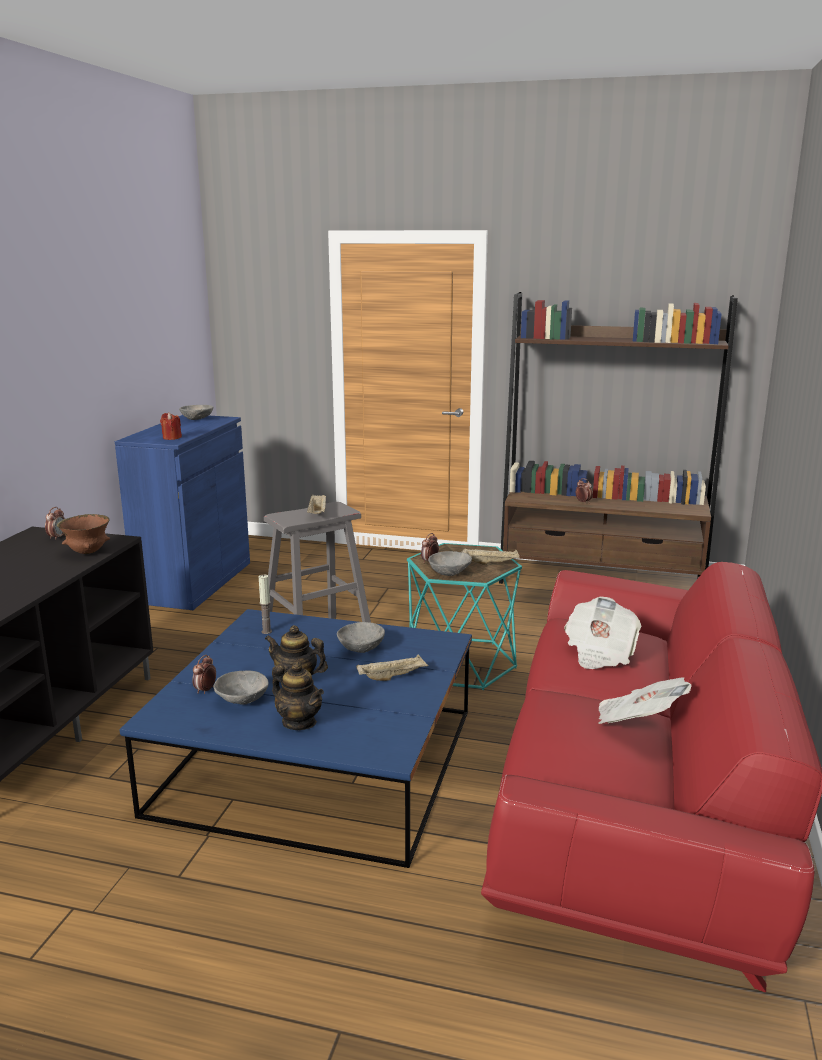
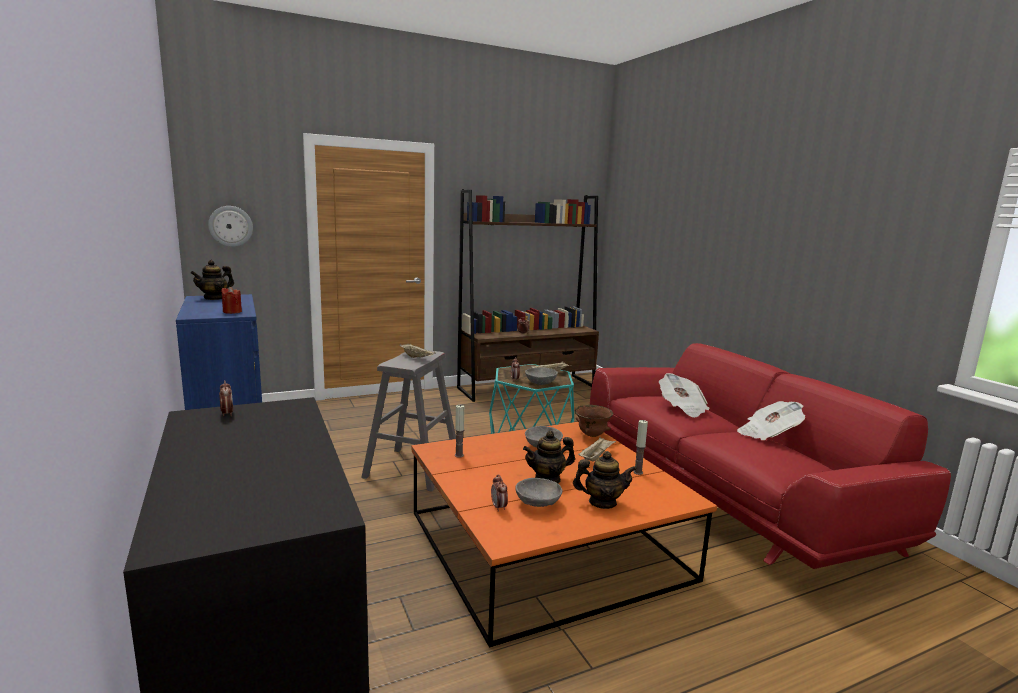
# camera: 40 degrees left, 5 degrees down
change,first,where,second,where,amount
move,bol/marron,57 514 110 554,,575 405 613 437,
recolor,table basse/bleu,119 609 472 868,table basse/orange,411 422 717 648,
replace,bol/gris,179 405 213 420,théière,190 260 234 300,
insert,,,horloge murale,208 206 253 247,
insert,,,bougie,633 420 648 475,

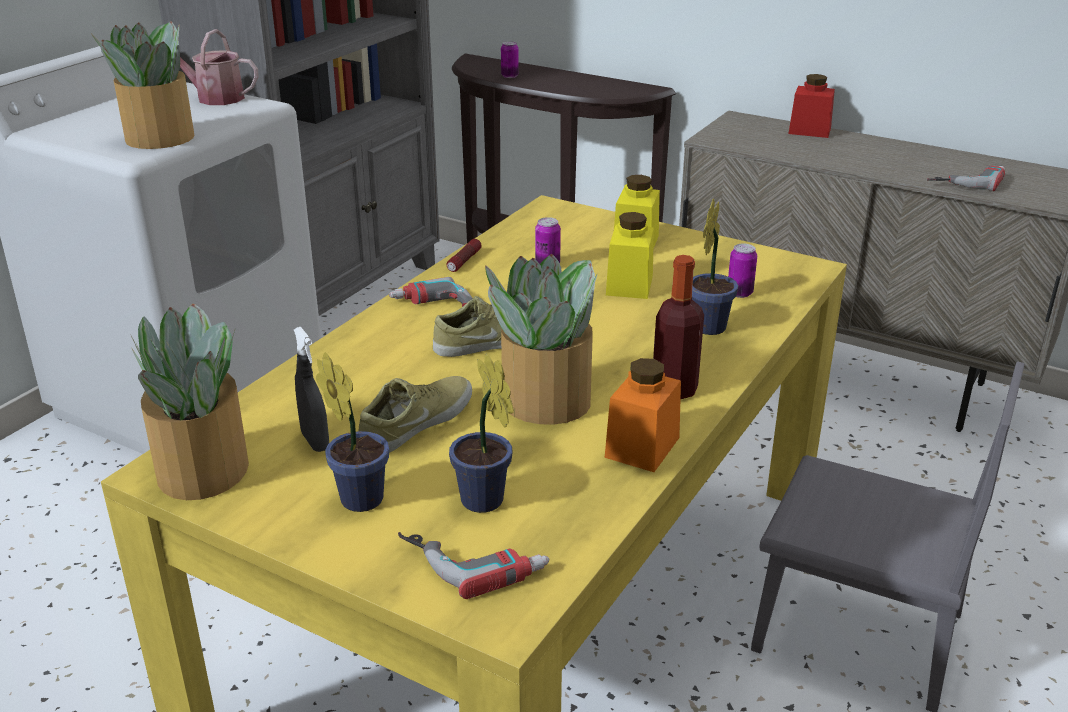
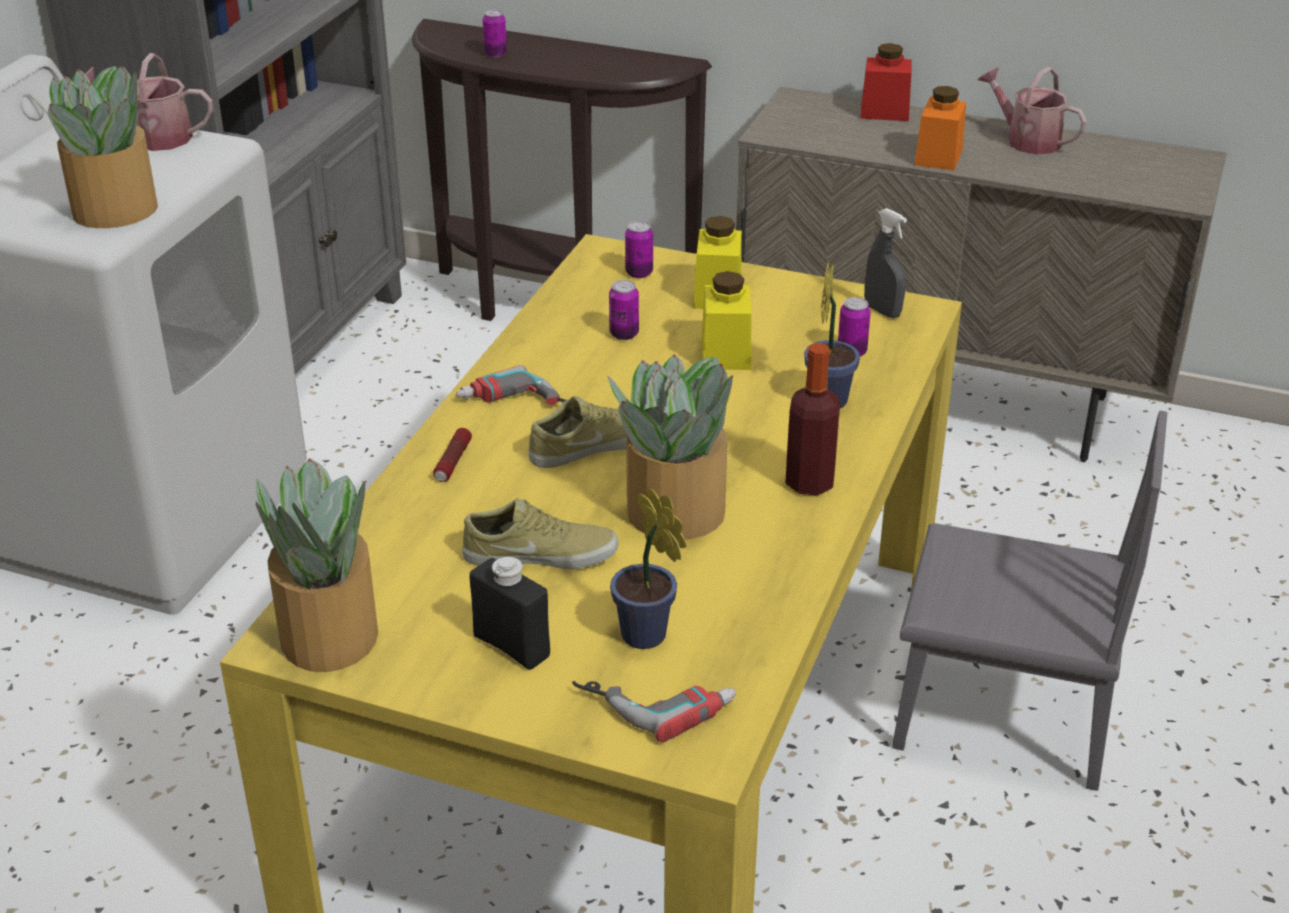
# camera: 10 degrees left, 5 degrees up
change,first,where,second,where,amount
move,vaporisateur/gris,294 327 329 452,,864 208 907 318,
replace,plante en pot,316 352 389 512,bouteille/noir,470 557 550 670,
rotate,chaussure/beige,358 376 472 453,,462 498 619 569,60 degrees clockwise
move,lampe de poche,447 239 482 272,,433 428 472 482,
move,bocal/orange,605 358 681 472,,915 86 966 171,
delete,perceuse,927 166 1005 191,,,
insert,,,boîte métallique,625 221 653 278,
insert,,,arrosoir,978 67 1087 154,

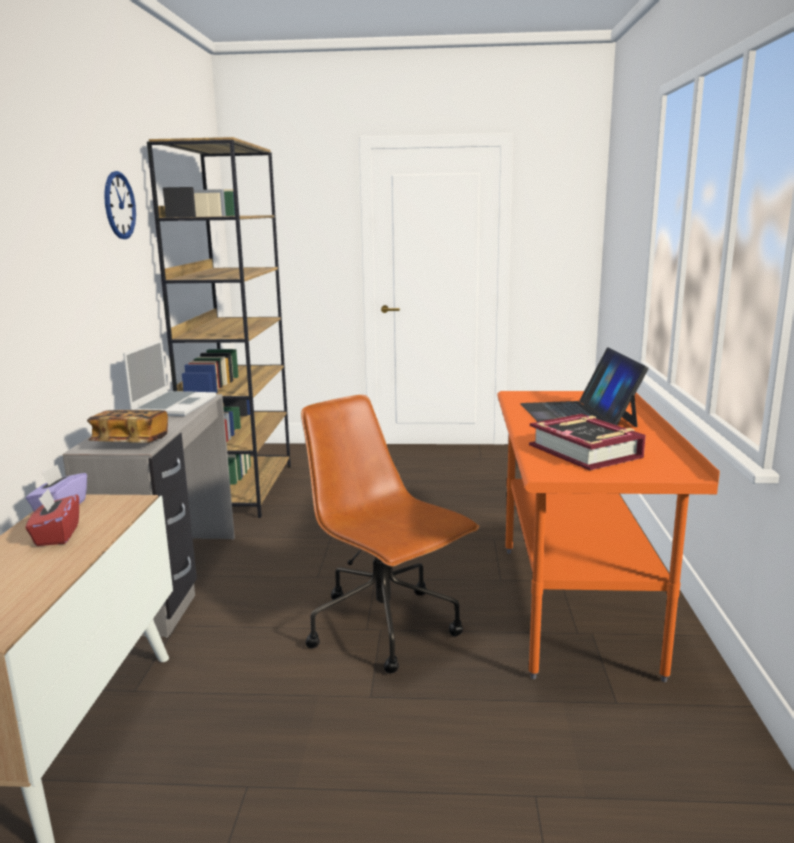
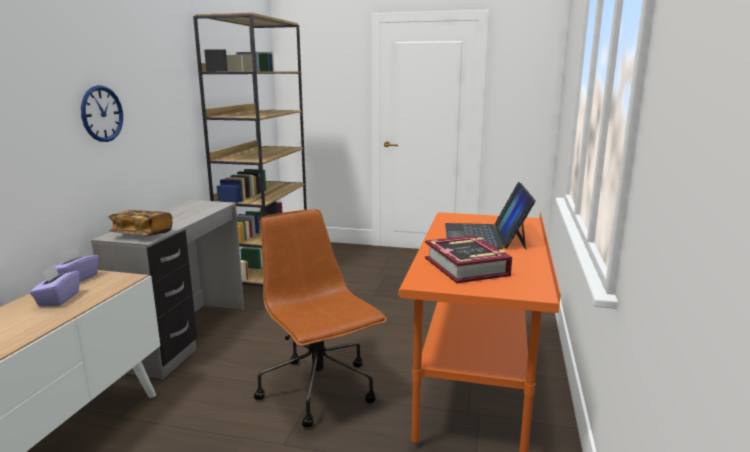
# camera: 10 degrees right, 0 degrees up
change,first,where,second,where,amount
recolor,boîte à mouchoirs/rouge,25 489 79 546,boîte à mouchoirs/violet,30 265 80 306,
move,horloge murale,104 171 136 239,,81 85 123 142,
delete,ordinateur portable,123 340 216 416,,,

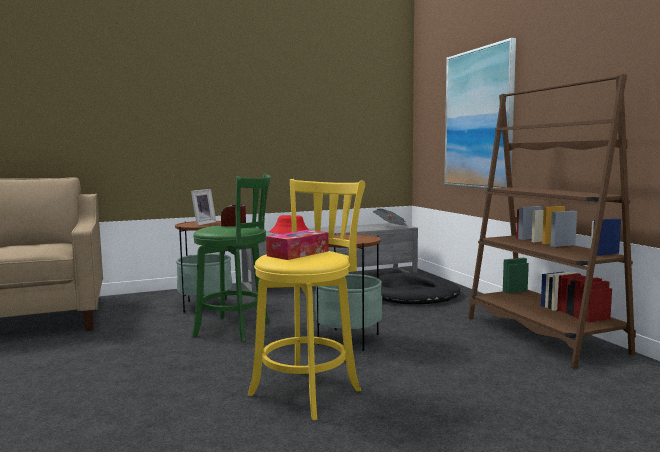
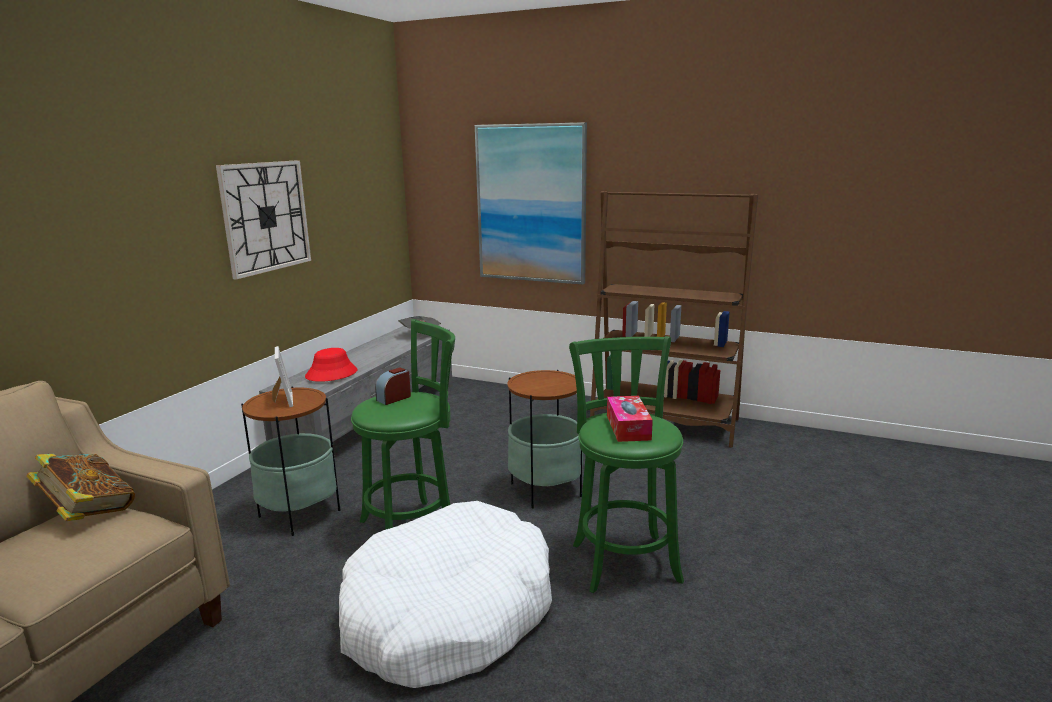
# camera: 45 degrees left, 10 degrees up
change,first,where,second,where,amount
recolor,tabouret/jaune,248 179 365 420,tabouret/vert,569 336 684 593,
delete,panier pour chien/noir,376 272 461 304,,,
insert,,,livre,26 454 135 521,
insert,,,horloge murale,216 160 311 280,
insert,,,panier pour chien/blanc,339 501 552 688,

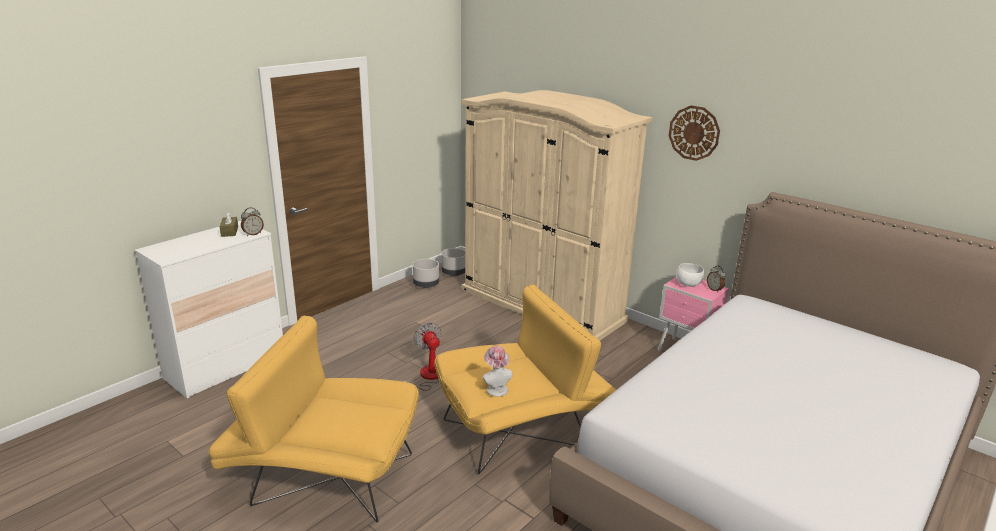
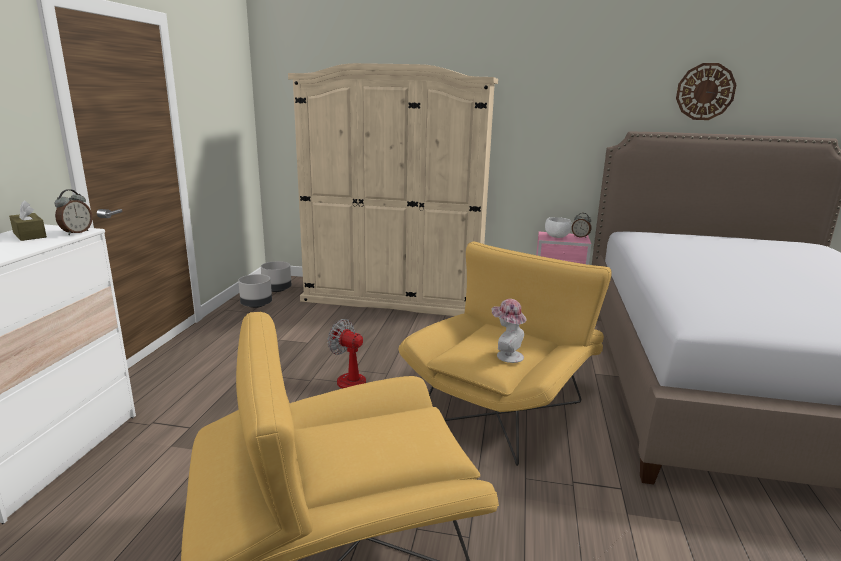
# camera: 30 degrees left, 5 degrees down
change,first,where,second,where,amount
move,horloge murale,669 105 720 161,,676 63 736 120,

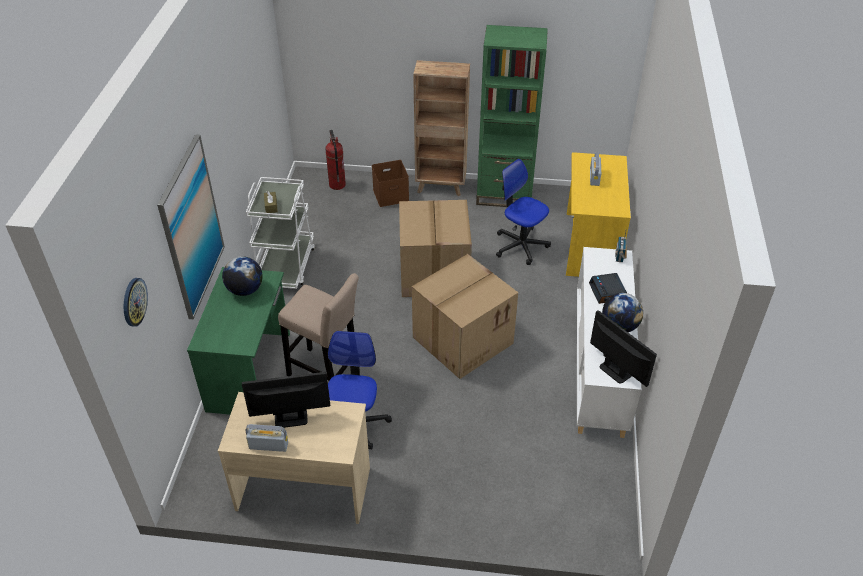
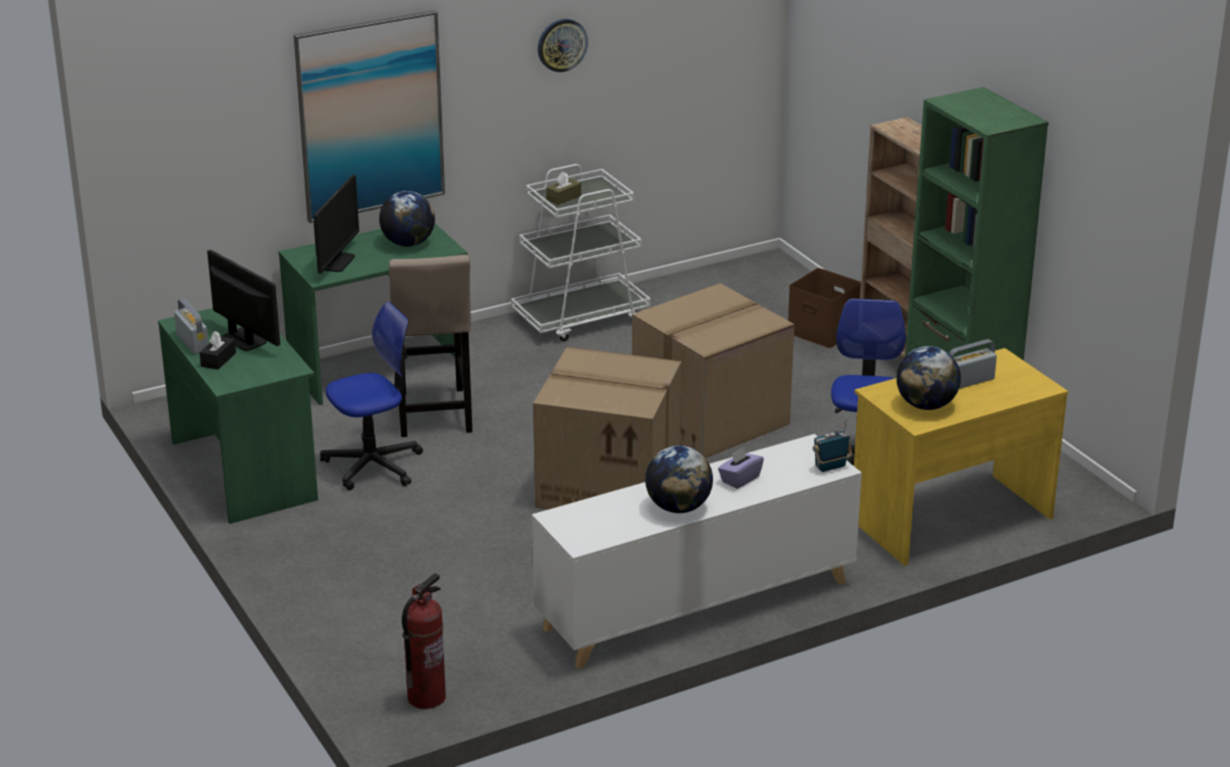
# camera: 55 degrees right, 15 degrees down
change,first,where,second,where,amount
move,horloge murale,124 278 148 327,,538 19 588 72,
recolor,bureau/beige,218 392 370 524,bureau/vert,158 308 318 524,
move,extincteur,325 130 346 190,,402 573 446 709,
replace,réveil,589 273 627 304,boîte à mouchoirs/violet,718 447 764 489,
move,écran d'ordinateur,590 310 657 387,,314 175 359 274,
insert,,,boîte à mouchoirs/noir,199 331 236 370,
insert,,,globe,896 346 961 410,

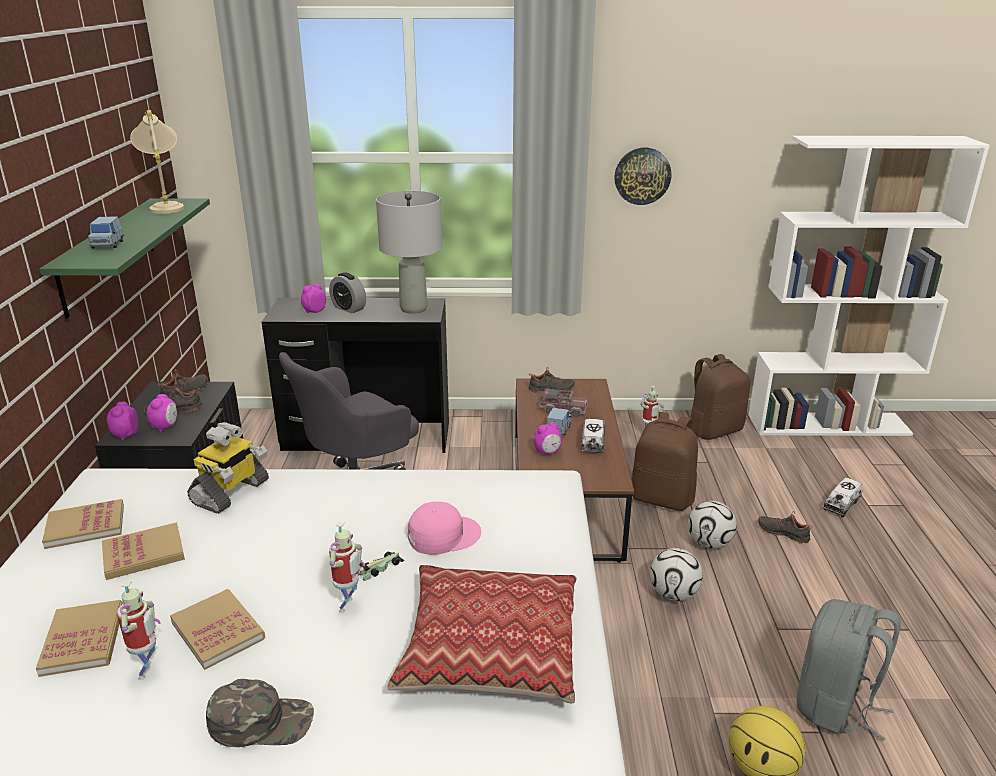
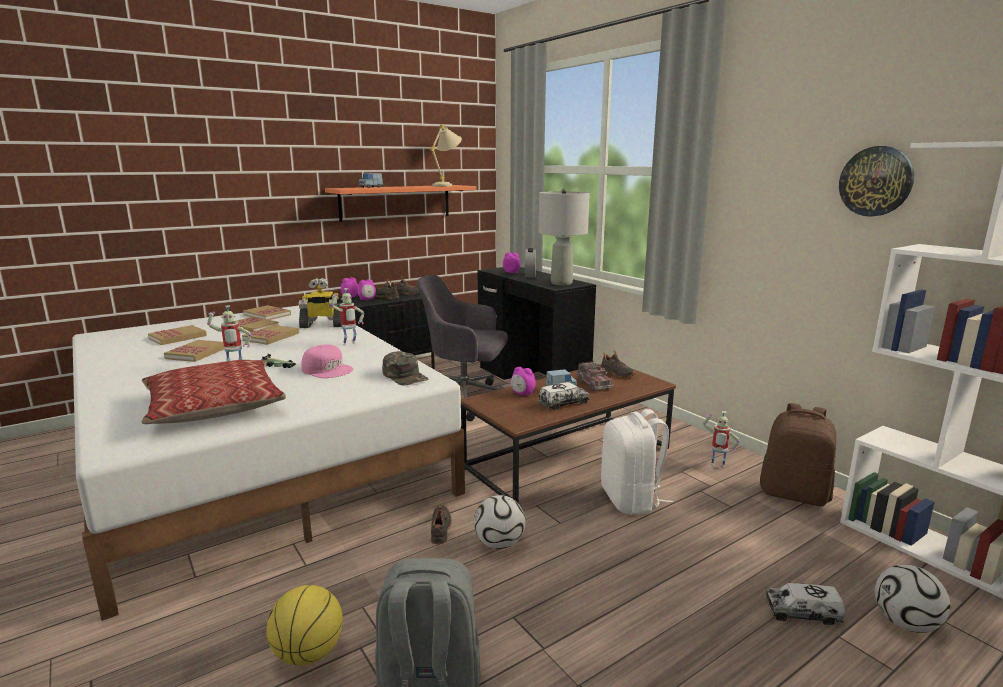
# camera: 55 degrees right, 10 degrees down
change,first,where,second,where,amount
recolor,étagère/vert,40 198 210 318,étagère/orange,325 185 477 222,
move,robot jouet,117 581 161 680,,331 288 365 346,
move,casquette/vert,206 679 314 747,,382 351 428 385,
move,horloge murale,614 148 671 205,,839 146 914 217,
recolor,sac à dos/marron,631 412 698 511,sac à dos/blanc,601 409 673 515,
move,ballon de foot,688 501 737 549,,875 565 950 633,
move,chaussure/noir,758 511 813 544,,431 505 452 544,
insert,,,livre,242 325 299 345,

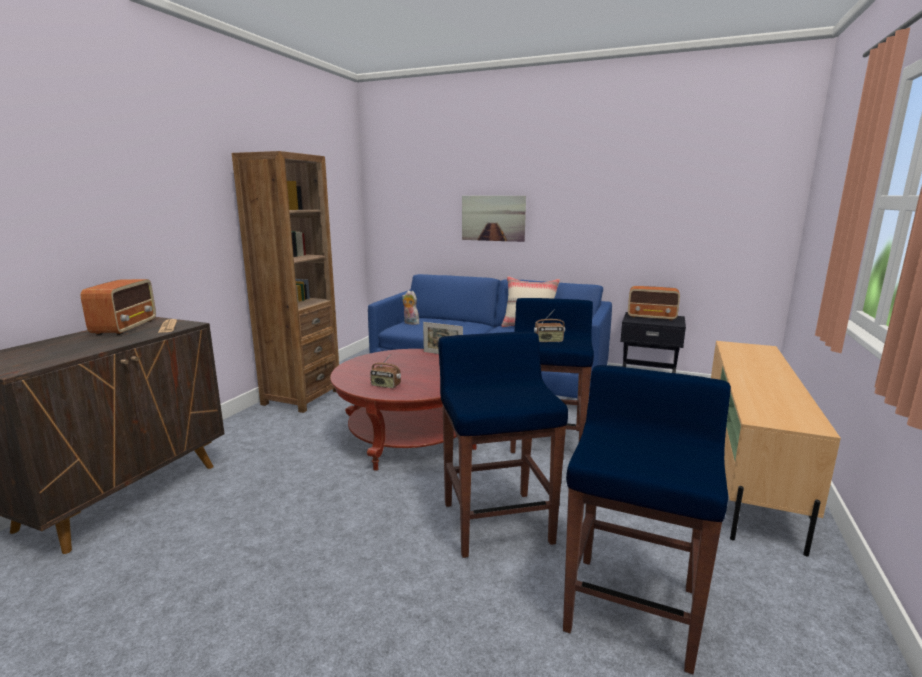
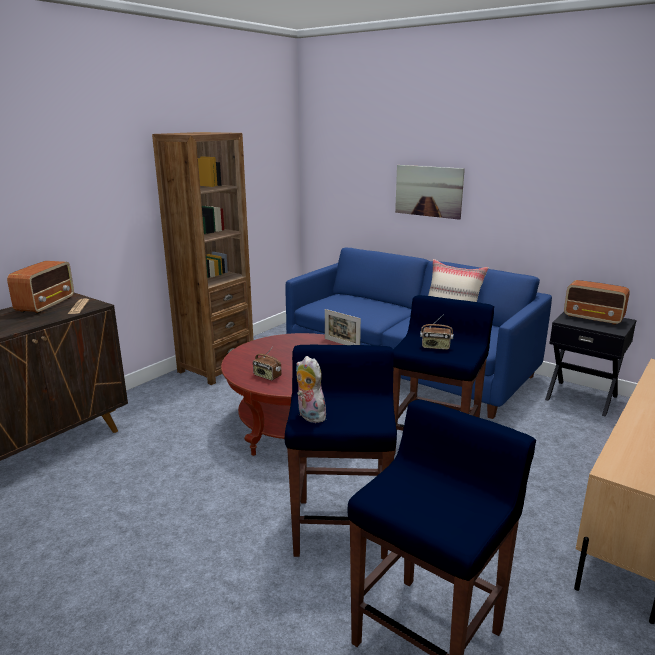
# camera: 15 degrees right, 5 degrees up
change,first,where,second,where,amount
move,peluche,402 290 419 325,,296 356 326 423,

